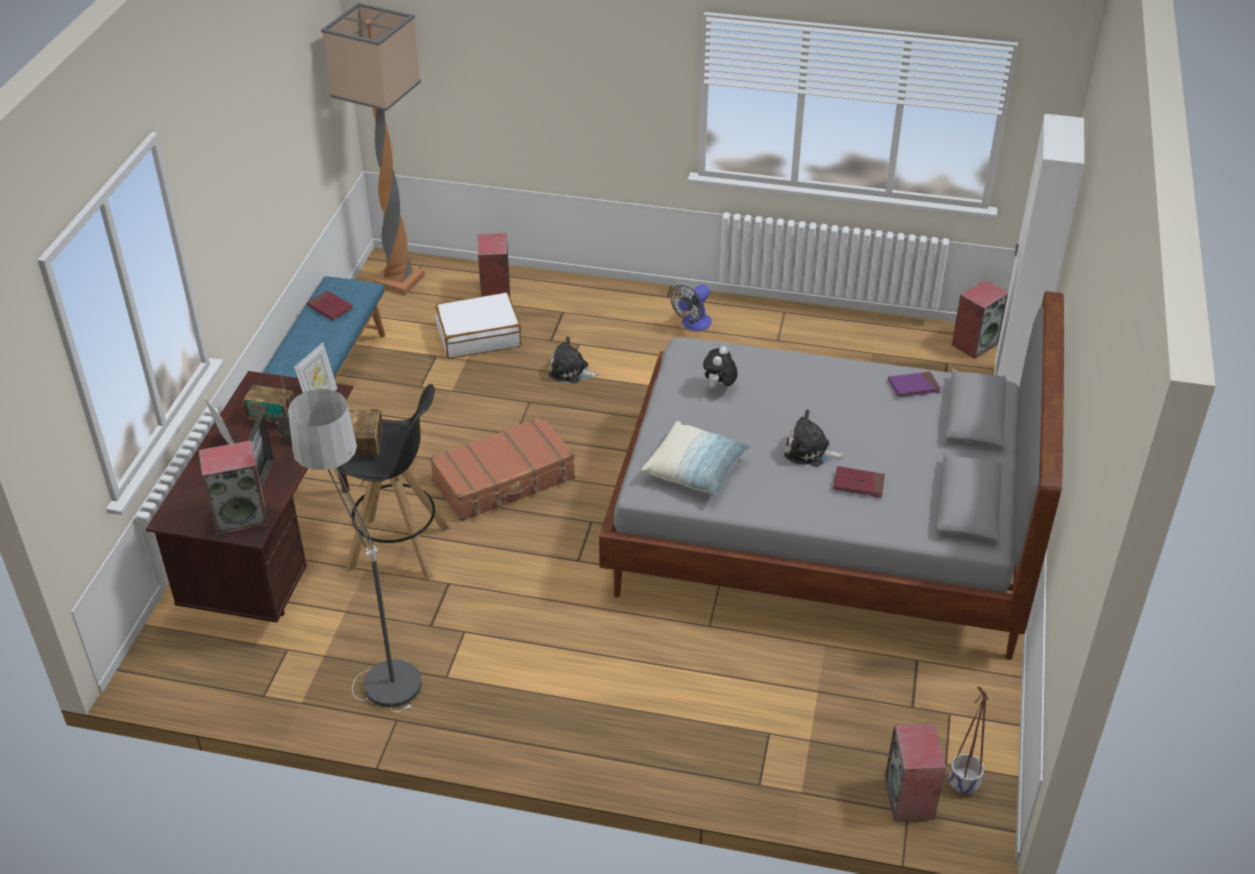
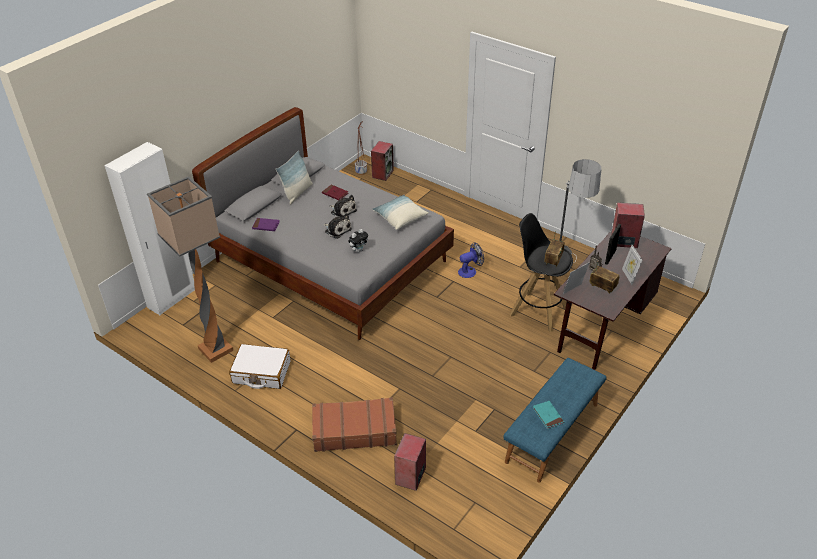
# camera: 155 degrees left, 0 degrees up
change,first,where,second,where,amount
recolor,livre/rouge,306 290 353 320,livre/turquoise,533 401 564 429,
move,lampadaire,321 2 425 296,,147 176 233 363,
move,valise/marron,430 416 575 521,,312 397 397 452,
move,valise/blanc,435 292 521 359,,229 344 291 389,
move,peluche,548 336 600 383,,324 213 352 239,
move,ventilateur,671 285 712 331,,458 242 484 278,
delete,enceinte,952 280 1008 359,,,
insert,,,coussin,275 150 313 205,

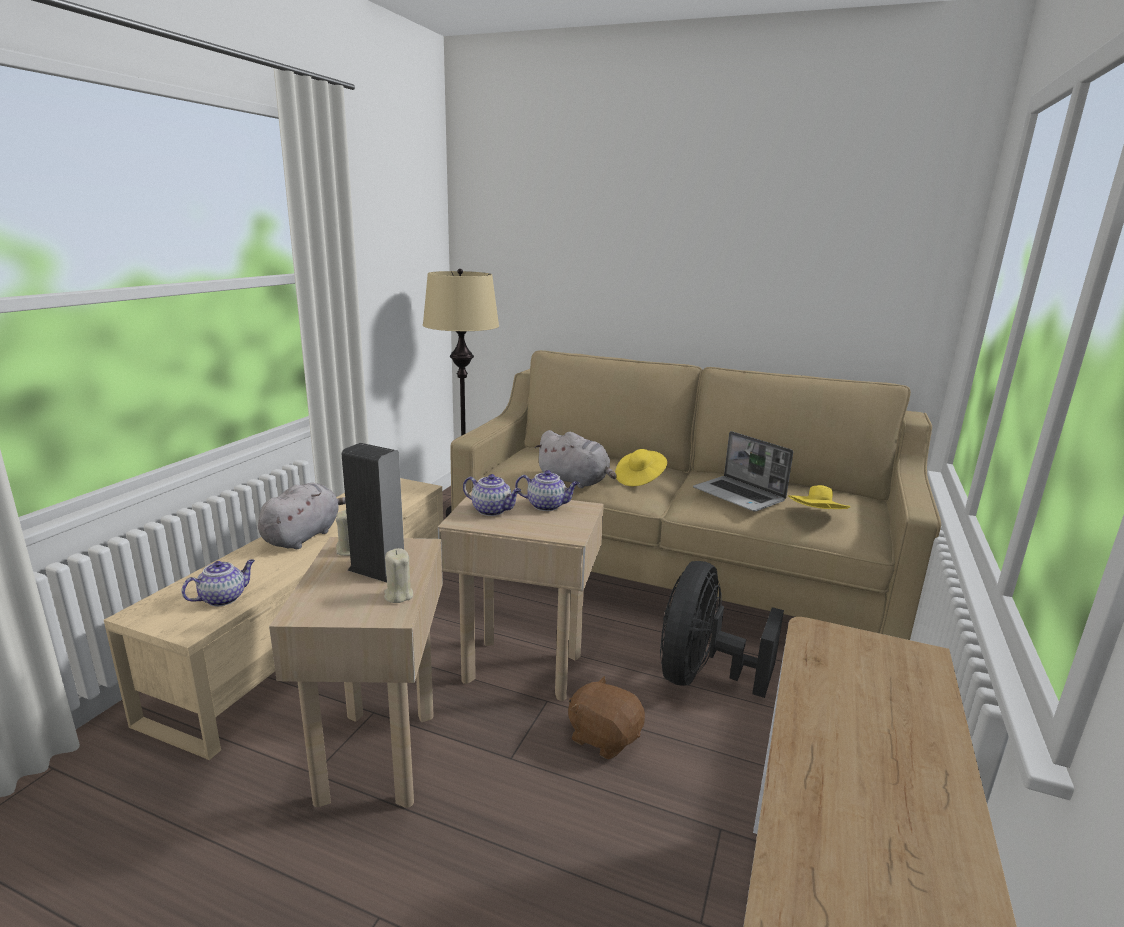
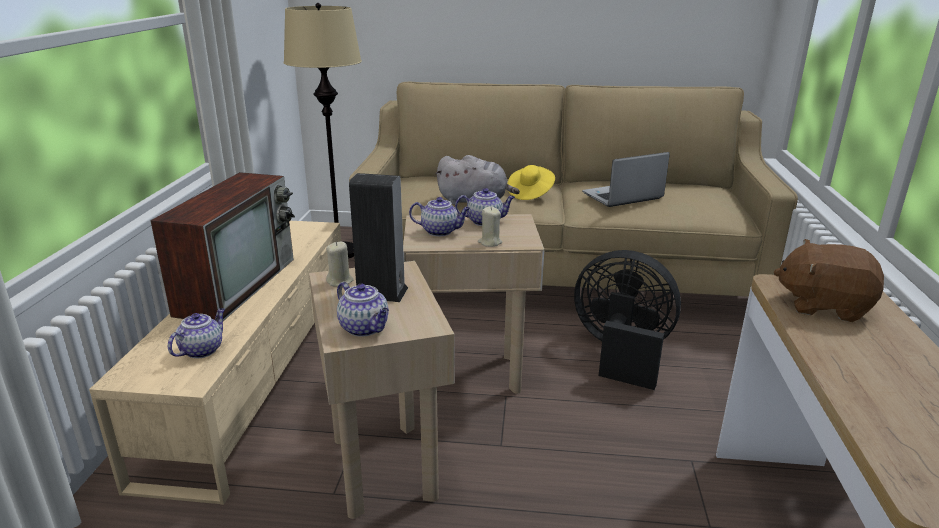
# camera: 15 degrees left, 5 degrees up
change,first,where,second,where,amount
replace,peluche/gris,258 483 346 549,téléviseur,150 172 295 321,
move,bougie/beige,384 548 413 603,,478 206 502 247,
move,peluche/marron,568 676 645 759,,774 239 884 322,
rotate,ventilateur/noir,660 561 784 698,,574 250 681 390,105 degrees clockwise
rotate,ordinateur portable,693 431 793 512,,582 152 670 207,120 degrees clockwise
delete,chapeau/jaune,788 485 850 509,,,
insert,,,théière,337 282 389 337,

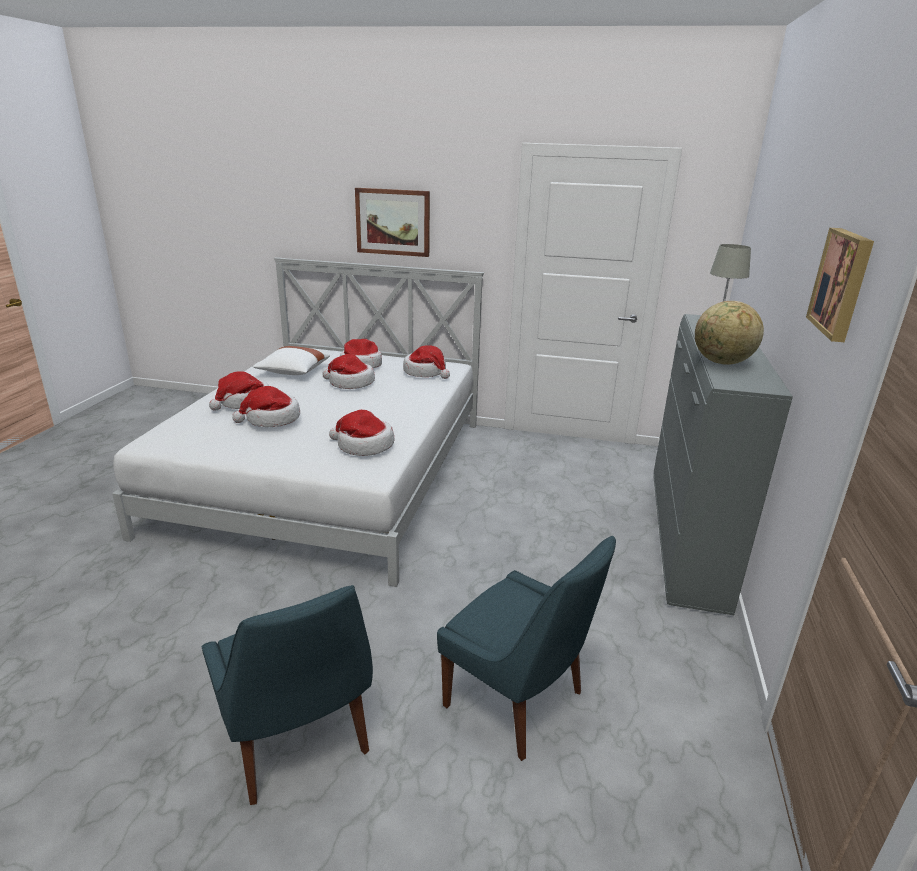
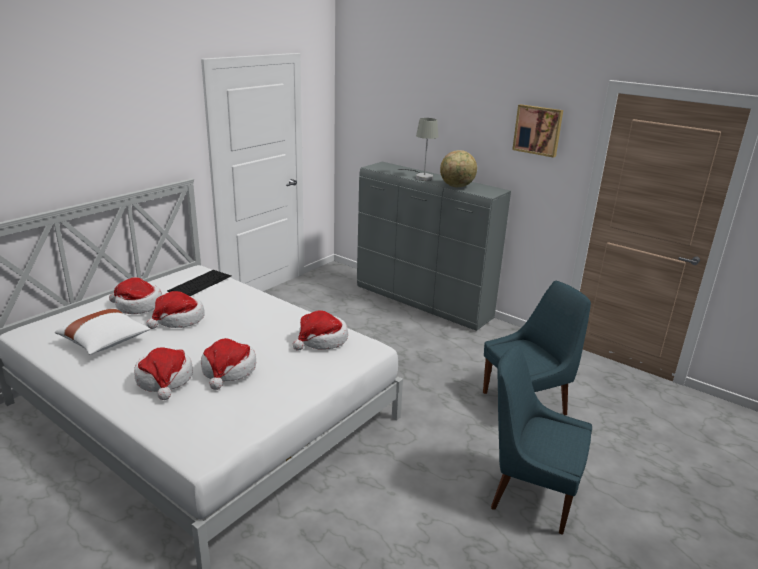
# camera: 65 degrees left, 0 degrees up
change,first,where,second,where,amount
rotate,chaise/bleu,202 585 373 805,,491 345 592 535,150 degrees counterclockwise
delete,tableau,355 188 430 257,,,
replace,chapeau,403 345 450 379,clavier,167 270 231 296,

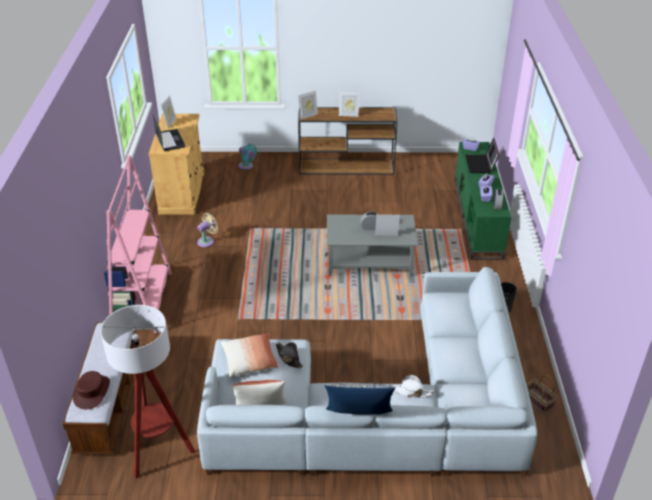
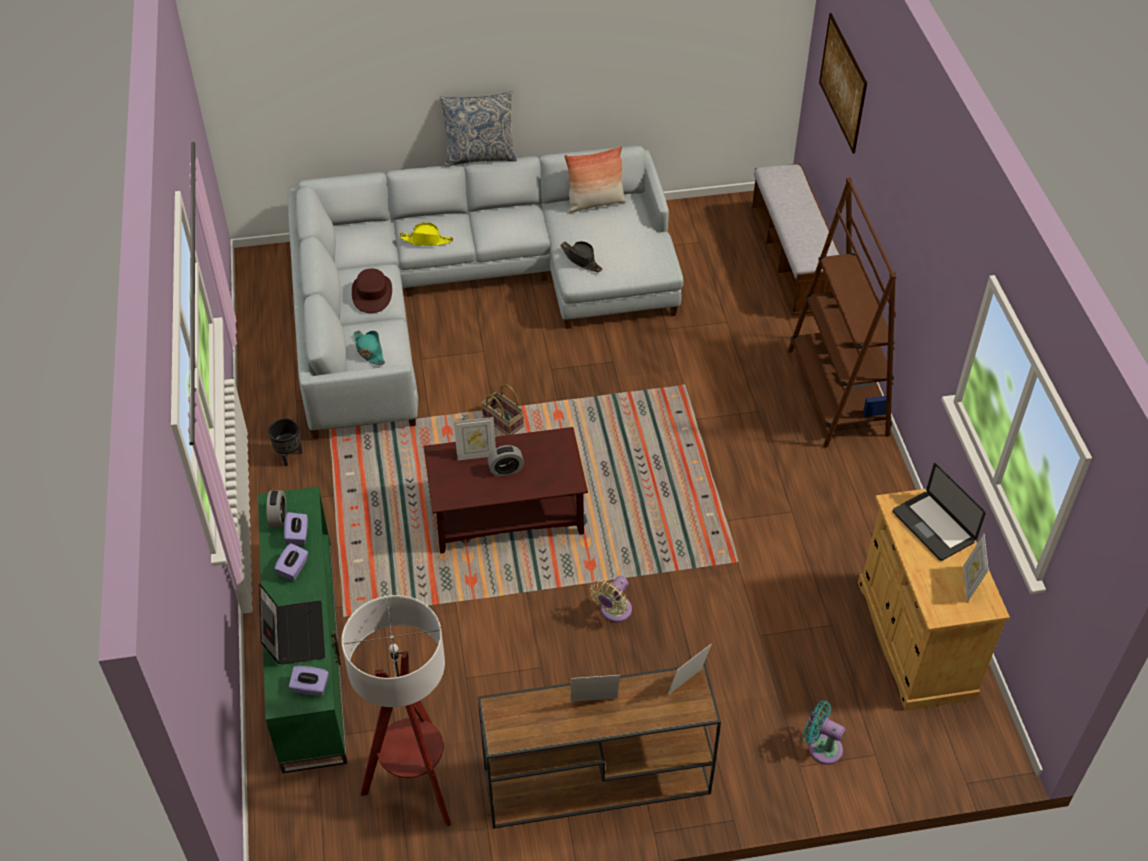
# camera: 170 degrees right, 10 degrees up
change,first,where,second,where,amount
move,chapeau/marron,73 371 110 409,,352 268 392 313,
move,lampadaire,101 305 195 479,,341 595 451 827,
recolor,bibliothèque/rose,104 155 172 333,bibliothèque/marron,788 177 896 447,
move,ventilateur/beige,197 213 218 247,,590 576 632 622,
delete,coussin,221 333 278 377,,,
recolor,table basse/gris,327 215 418 276,table basse/marron,424 427 588 554,
recolor,chapeau/blanc,389 375 434 398,chapeau/jaune,399 222 453 246,
move,panier,527 375 558 415,,481 384 524 435,
insert,,,chapeau/turquoise,354 331 385 365,
insert,,,tableau,819 13 867 154,

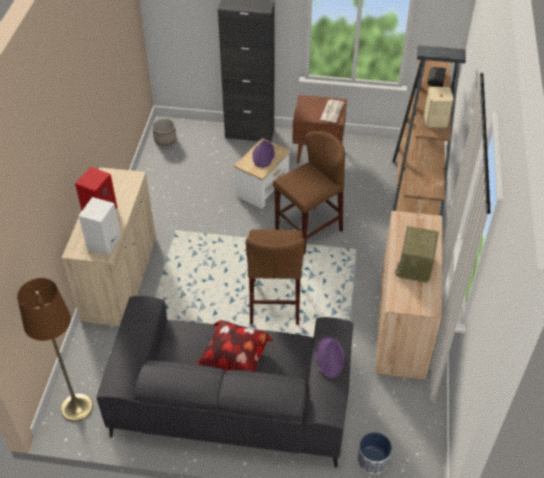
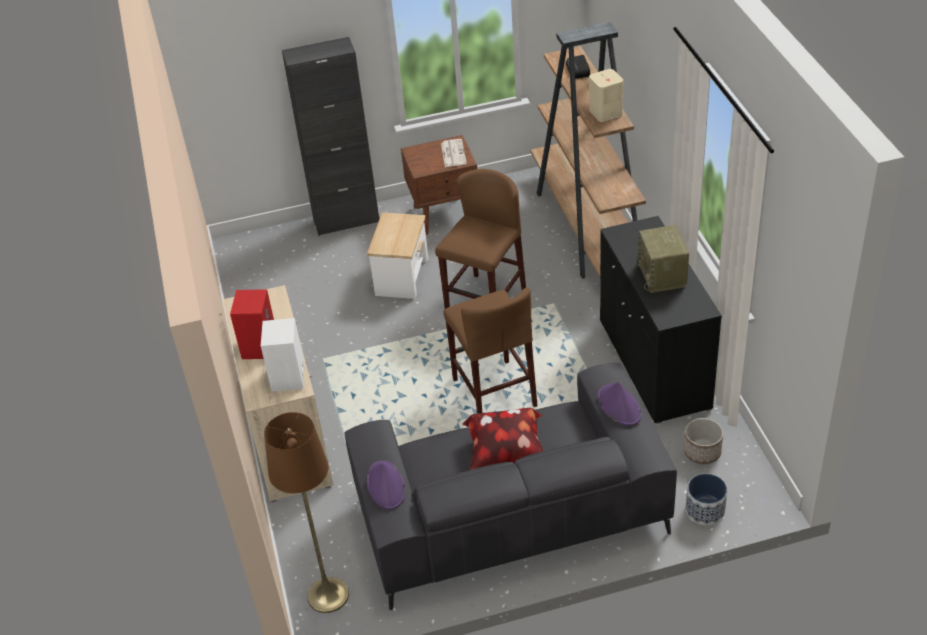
# camera: 20 degrees left, 5 degrees down
change,first,where,second,where,amount
move,cache-pot,152 119 177 146,,684 418 723 464,
move,chapeau/violet,252 140 275 168,,367 460 405 509,
recolor,meuble de rangement/beige,375 211 442 380,meuble de rangement/noir,600 216 722 424,

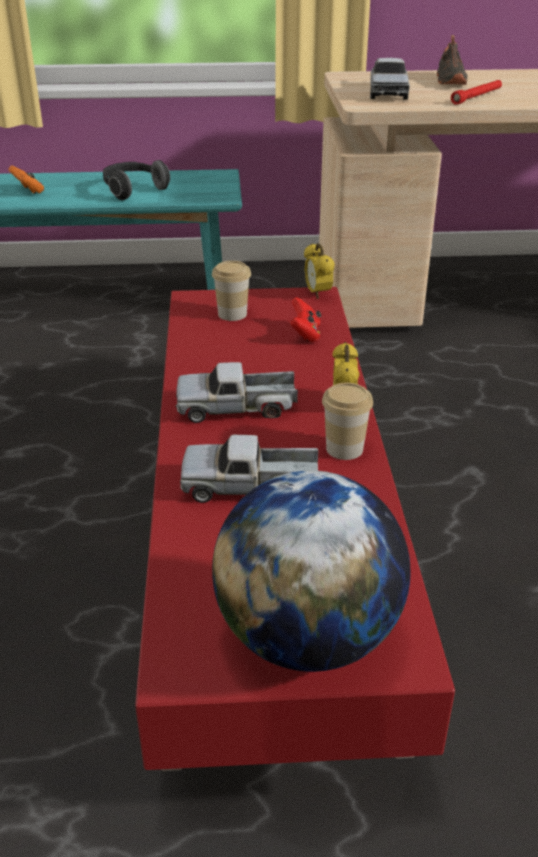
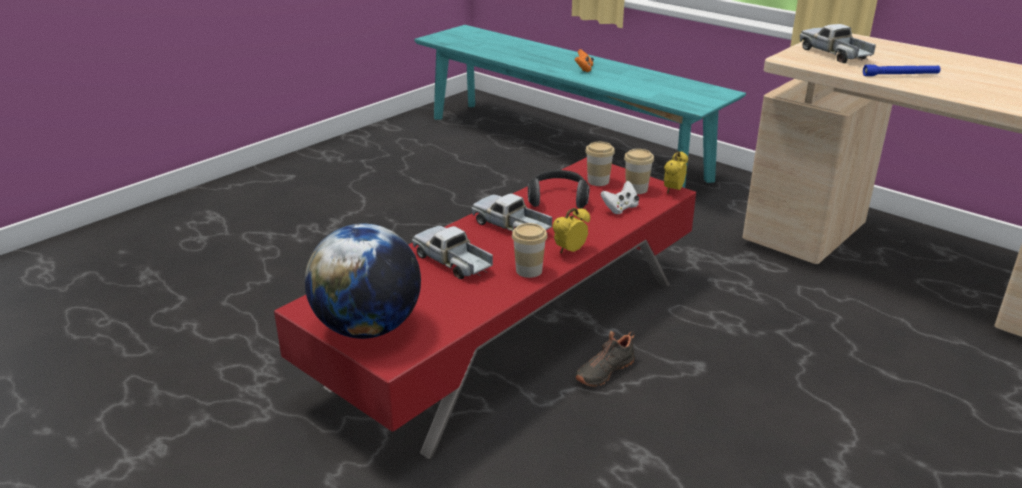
# camera: 45 degrees right, 5 degrees down
change,first,where,second,where,amount
move,casque audio,103 160 170 200,,528 170 590 209,
recolor,manette/rouge,290 297 321 342,manette/blanc,600 181 639 214,
rotate,camion jouet,370 58 410 100,,800 24 876 63,105 degrees clockwise
move,chaussure/noir,437 35 467 85,,576 331 635 387,
recolor,lampe de poche/rouge,451 80 502 105,lampe de poche/bleu,863 65 941 76,
insert,,,tasse,624 149 654 194,

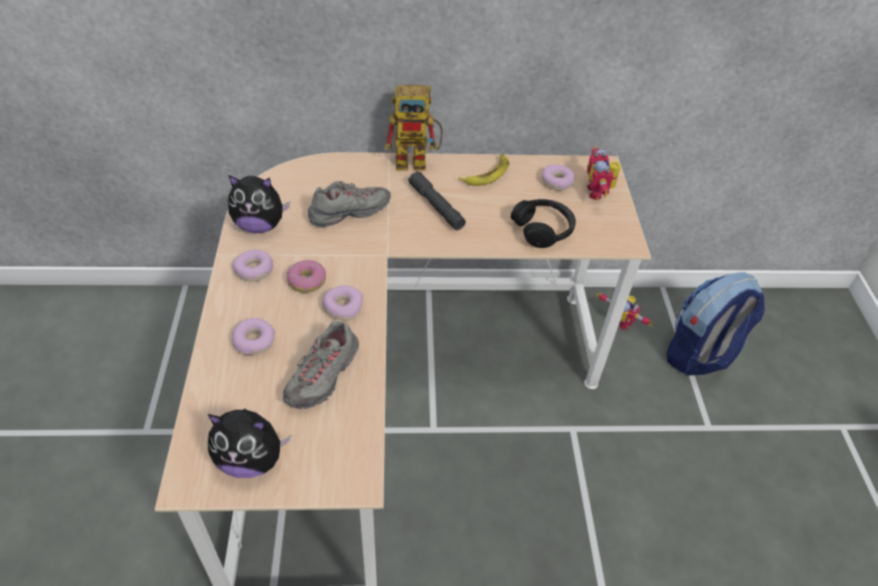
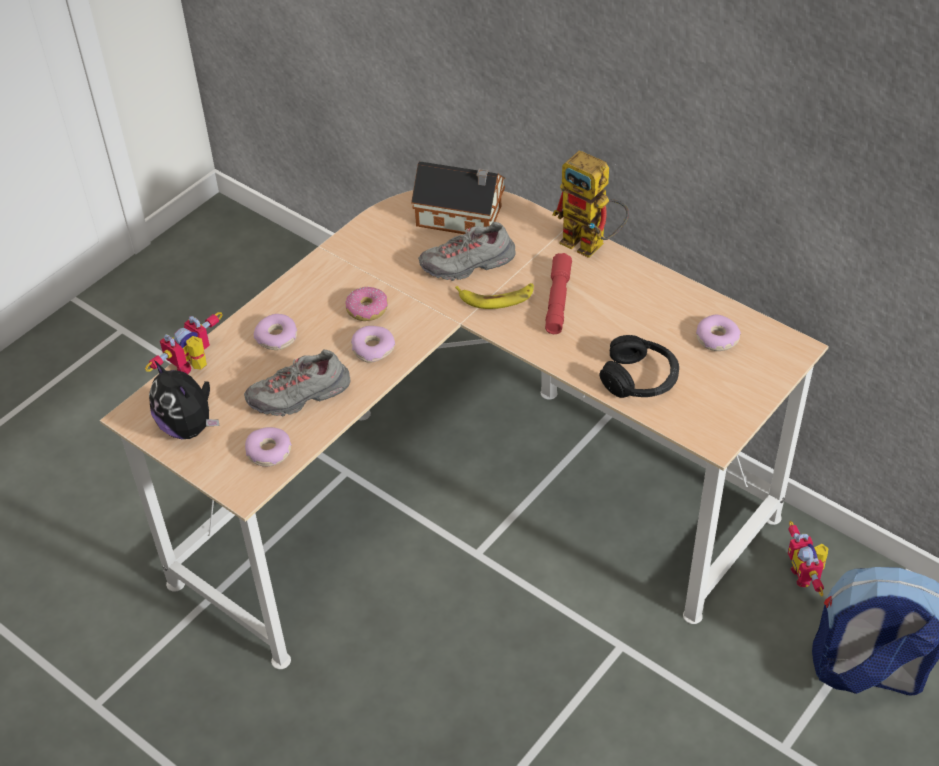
# camera: 45 degrees right, 0 degrees up
change,first,where,second,where,amount
delete,peluche,228 175 290 233,,,
move,beignet,233 250 273 281,,245 427 292 467,
rotate,chaussure/gris,308 181 391 227,,418 222 516 281,150 degrees clockwise
recolor,lampe de poche/gris,408 171 466 230,lampe de poche/rouge,545 253 572 334,
move,banane,458 154 509 186,,455 283 534 309,
move,robot jouet,587 146 621 200,,145 312 222 374,
insert,,,maison miniature,411 161 506 234,

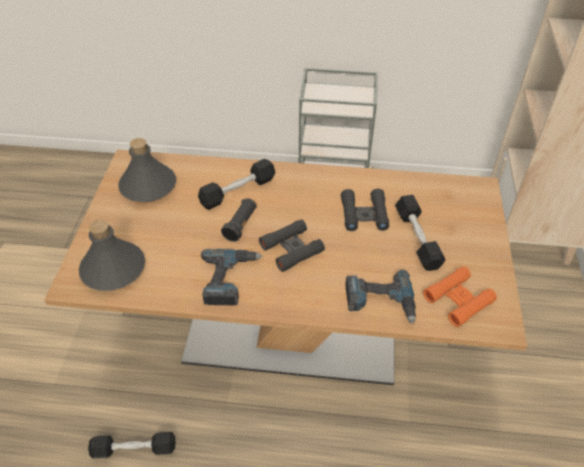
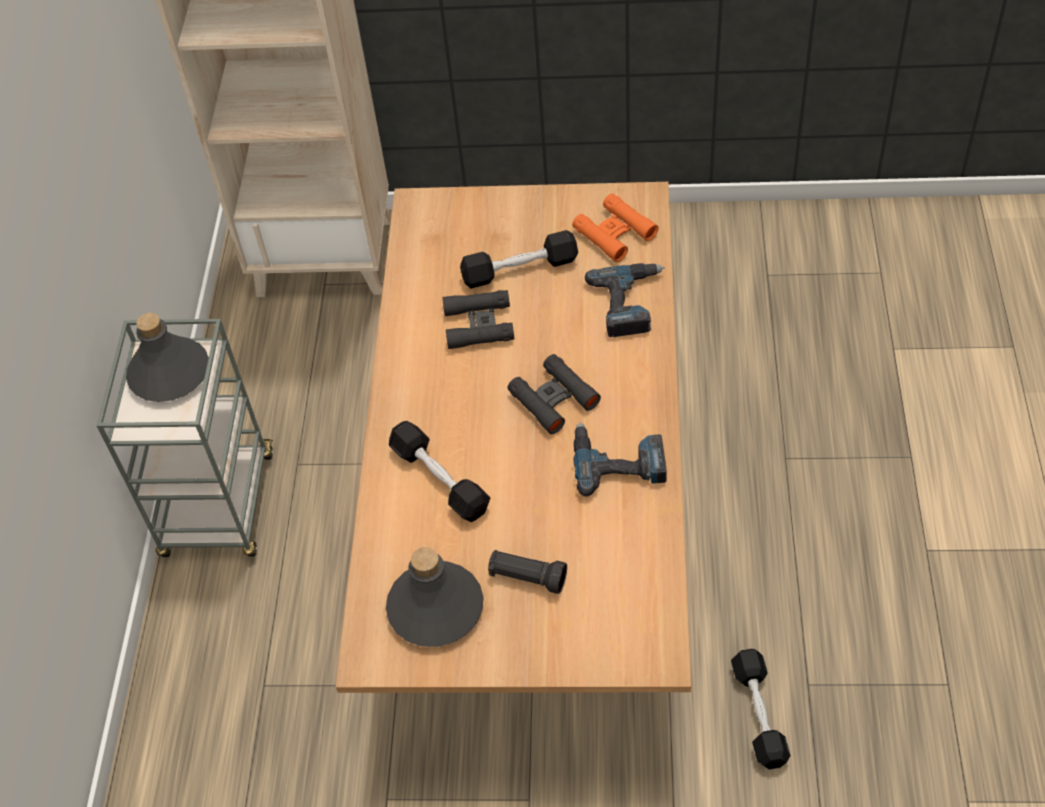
# camera: 90 degrees left, 5 degrees up
change,first,where,second,where,amount
move,bouteille/gris,79 220 145 291,,126 313 209 402,
move,lampe de poche/noir,221 198 257 242,,488 550 567 594,

